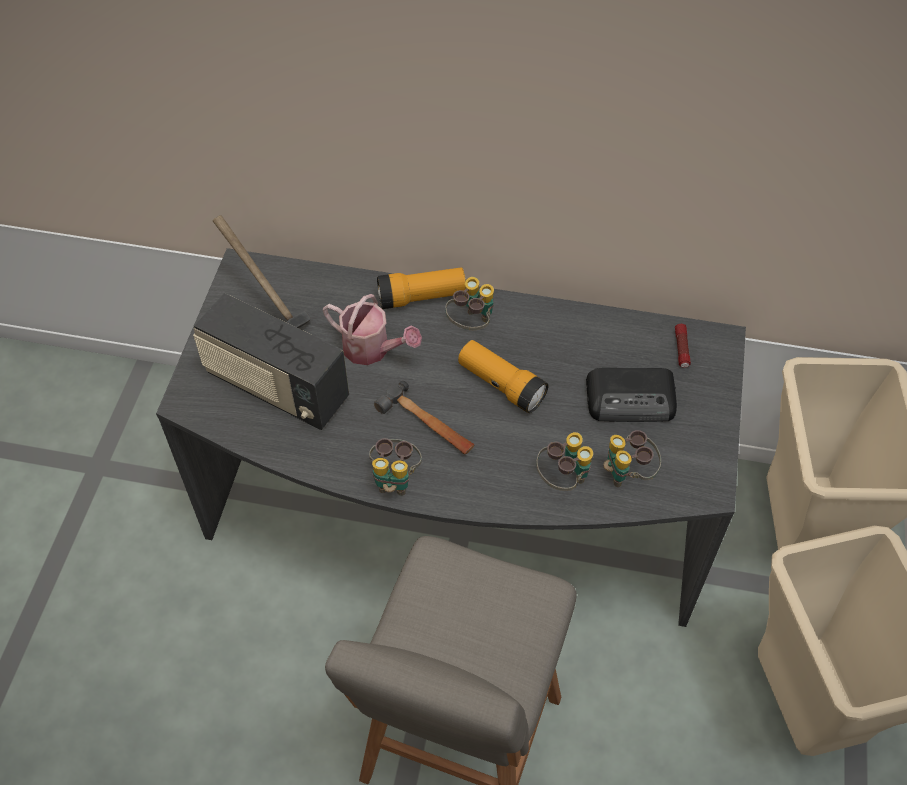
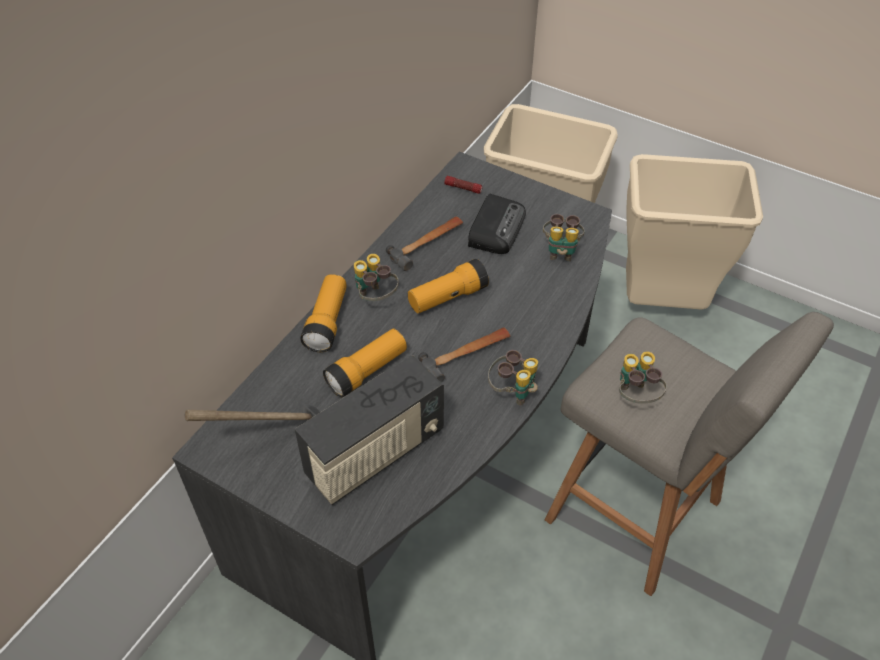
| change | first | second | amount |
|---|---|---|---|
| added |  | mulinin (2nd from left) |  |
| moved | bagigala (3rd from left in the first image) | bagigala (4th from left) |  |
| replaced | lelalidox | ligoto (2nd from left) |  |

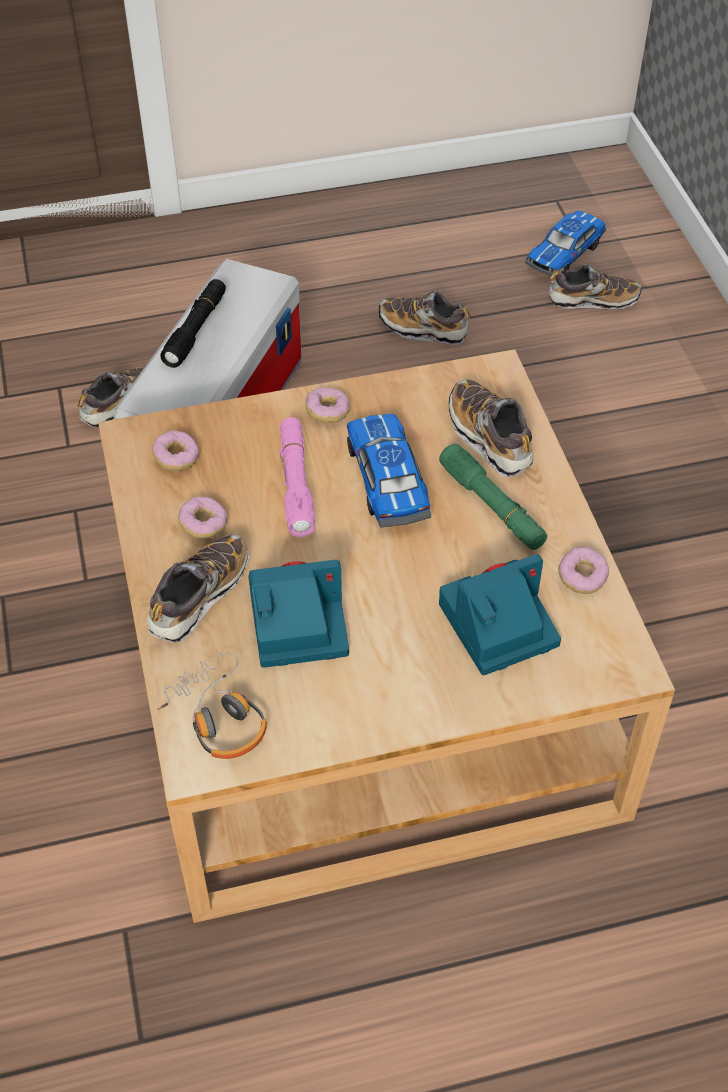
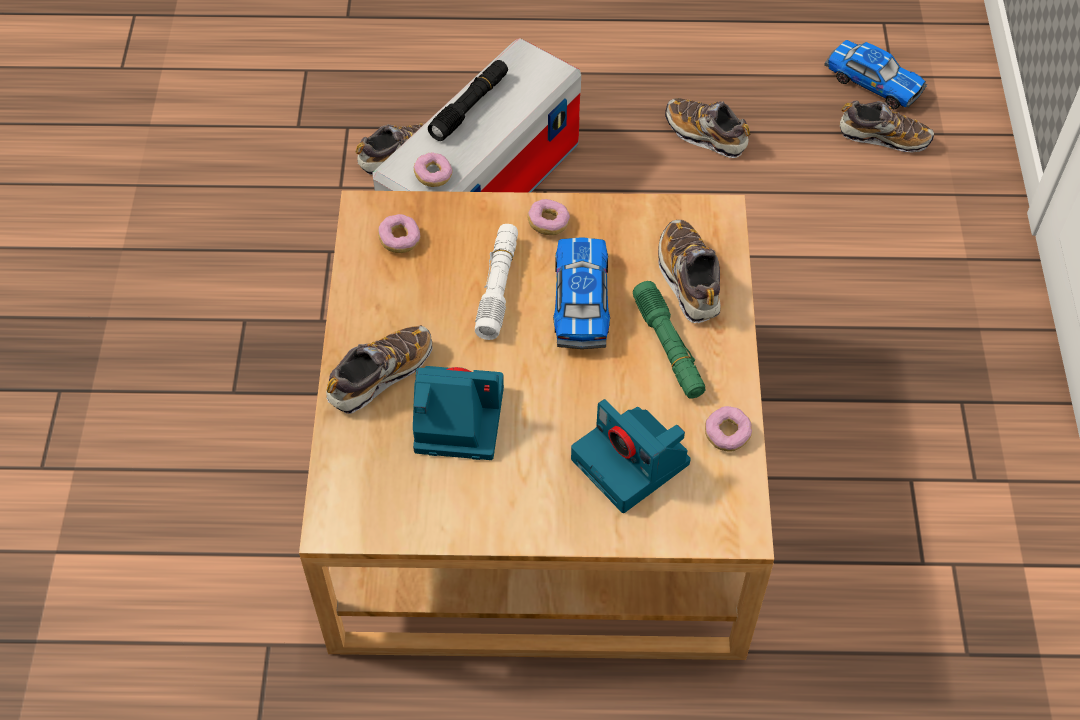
| change | first | second | amount |
|---|---|---|---|
| removed | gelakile |  |  |
| moved | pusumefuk (2nd from left) |  |  |
| recoloured | ligoto (pink) | ligoto (white) |  |
| turned | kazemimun (2nd from left) |  | 120 degrees counterclockwise |
| turned | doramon (2nd from left) |  | 105 degrees counterclockwise |

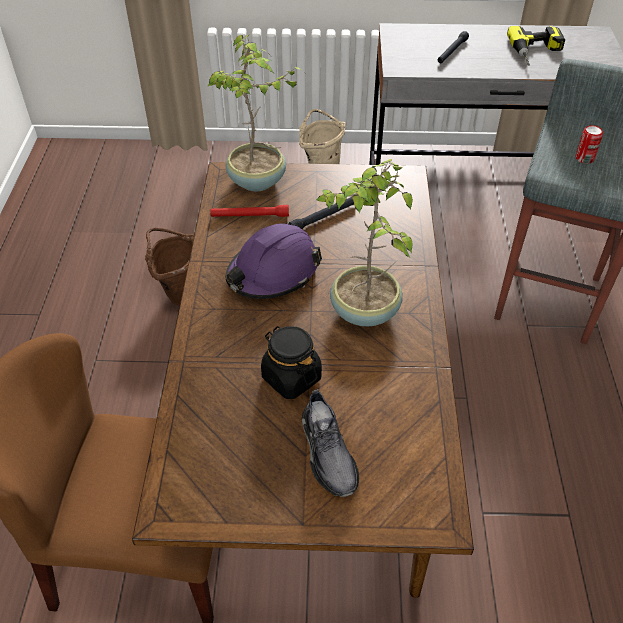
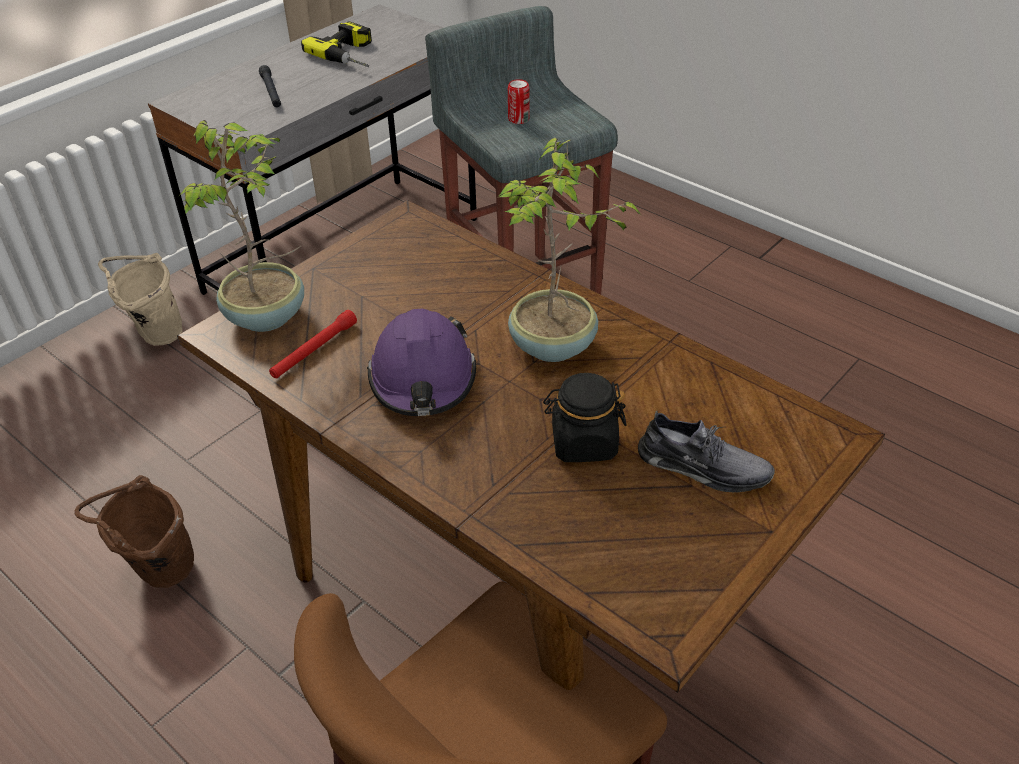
| change | first | second | amount |
|---|---|---|---|
| removed | ligoto (black) (1st from left) |  |  |

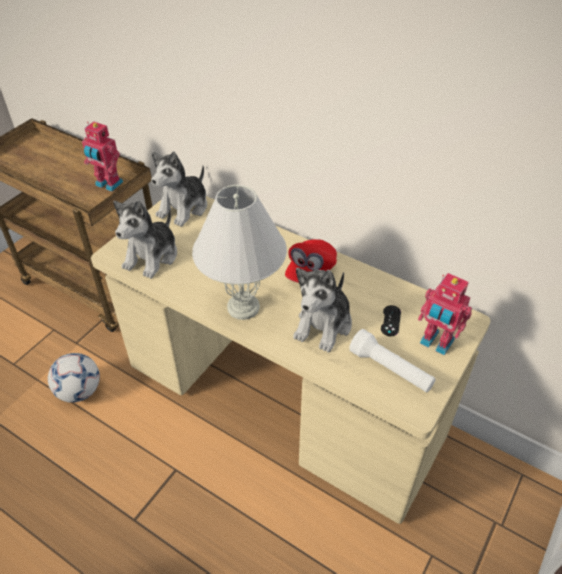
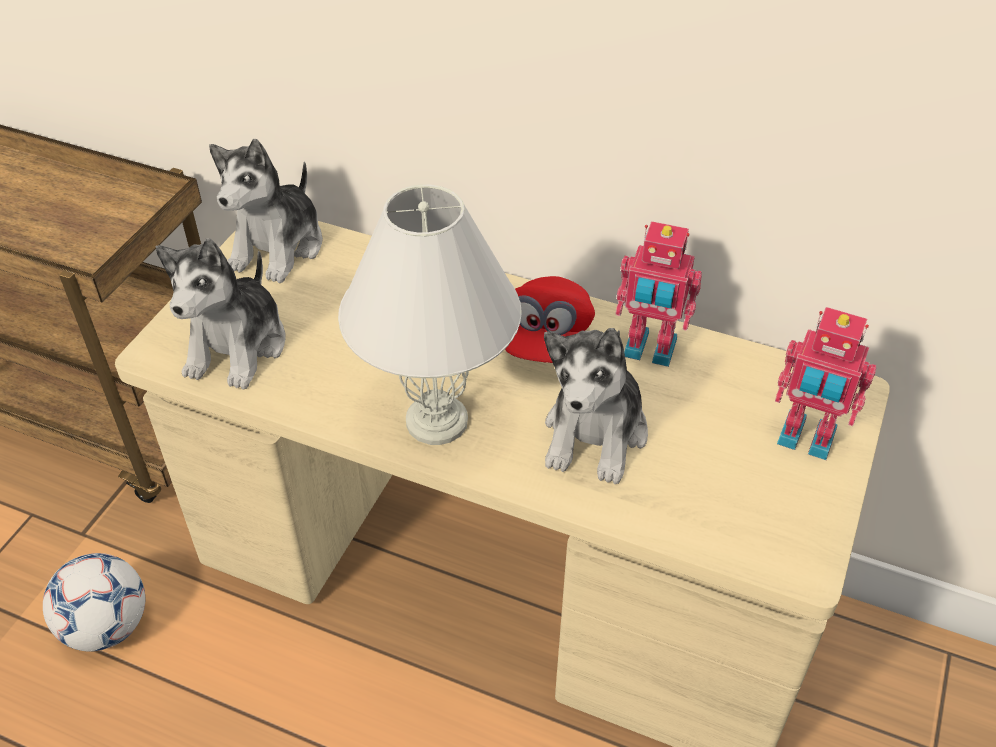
| change | first | second | amount |
|---|---|---|---|
| removed | ligoto (white) |  |  |
| removed | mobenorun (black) |  |  |
| moved | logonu (1st from left) |  |  |

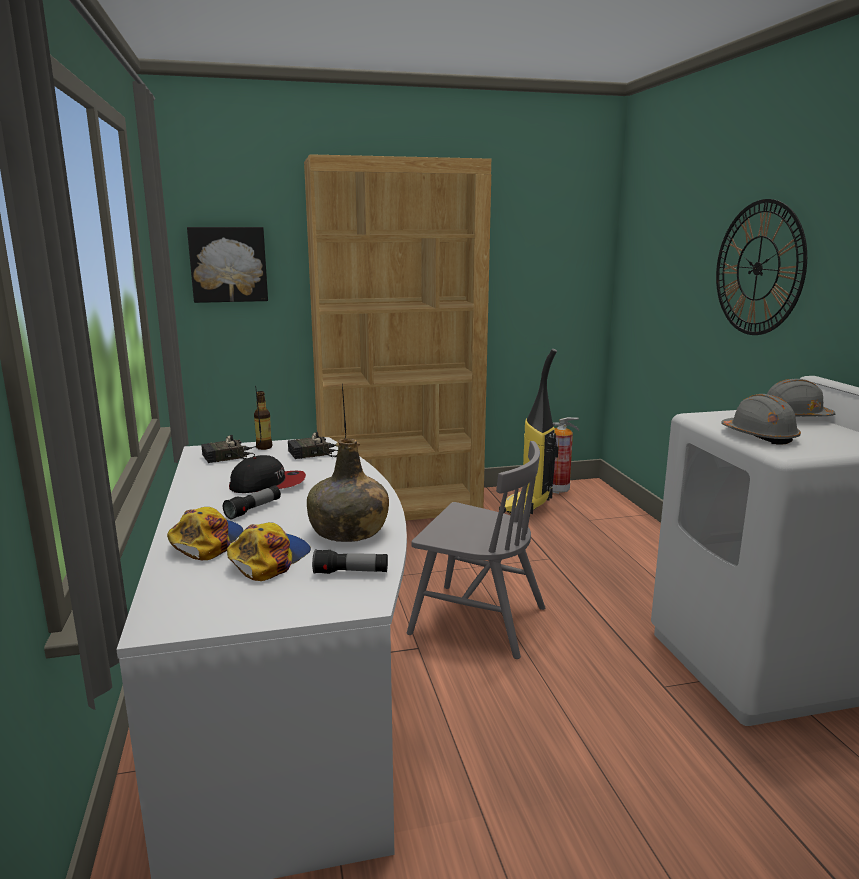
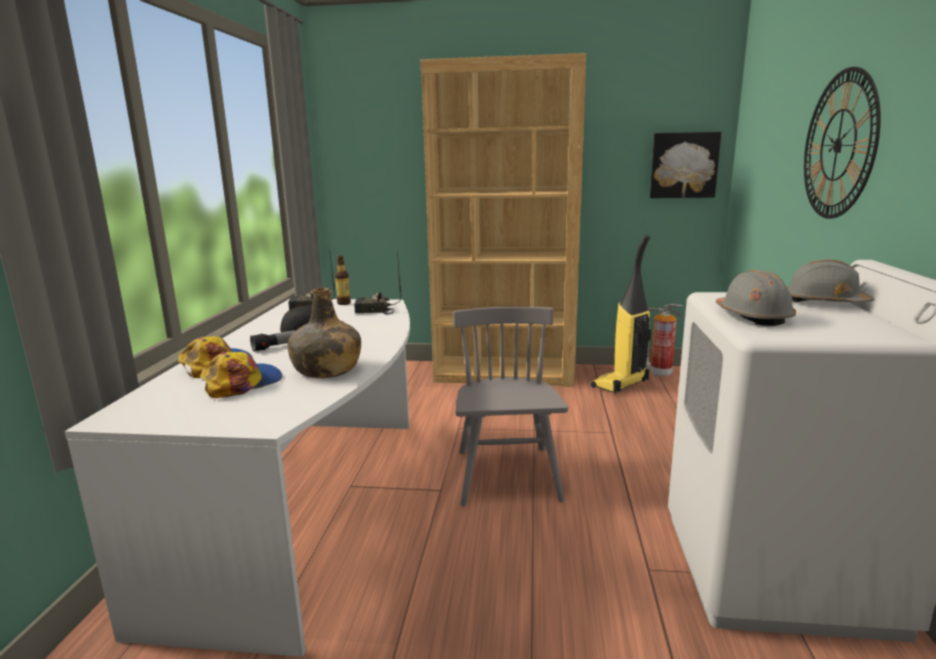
| change | first | second | amount |
|---|---|---|---|
| removed | ligoto (2nd from left) |  |  |
| moved | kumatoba |  |  |
| turned | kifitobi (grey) |  | 135 degrees counterclockwise |

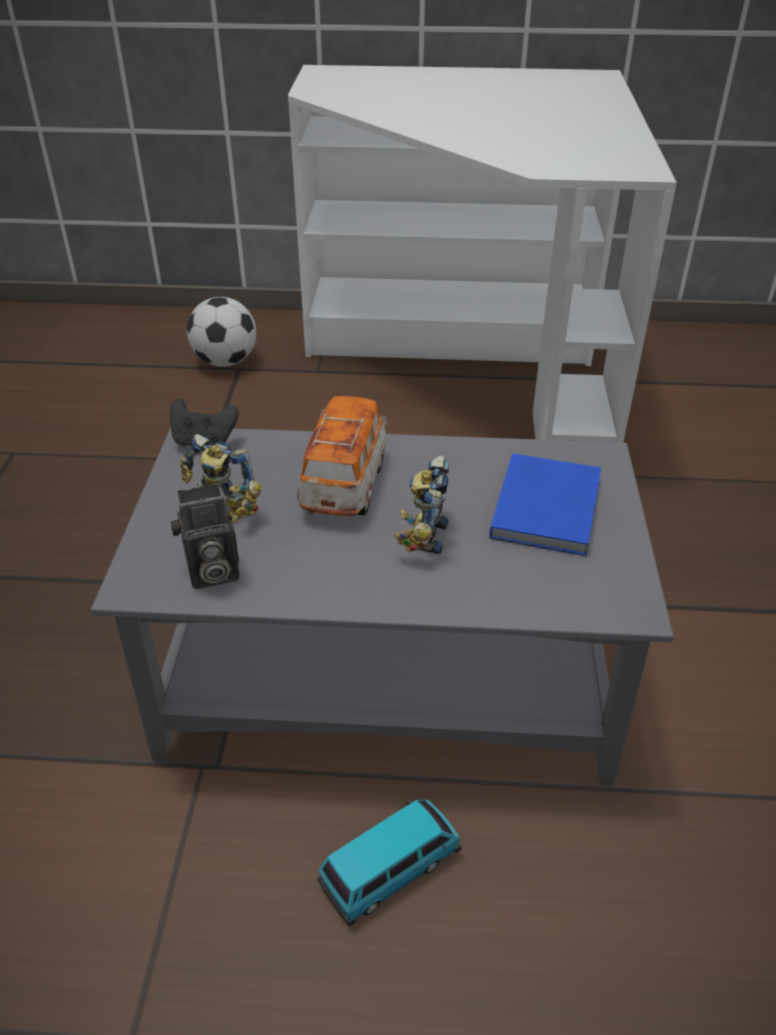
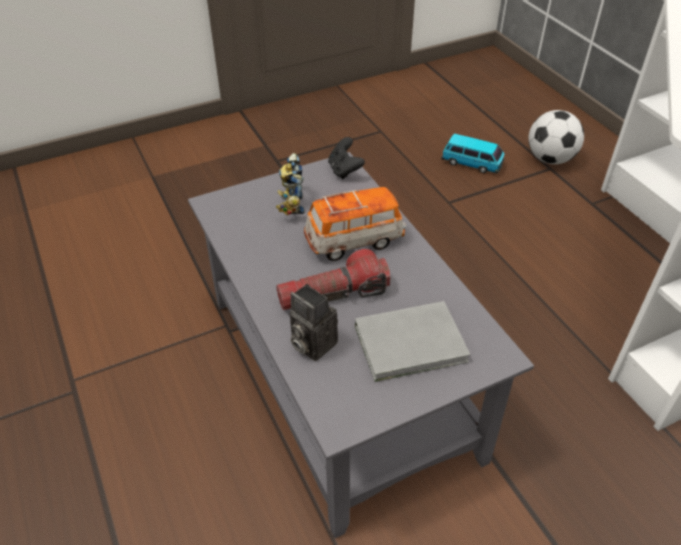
| change | first | second | amount |
|---|---|---|---|
| moved | kazemimun |  |  |
| moved | doramon (2nd from left) |  |  |
| replaced | logonu (2nd from left) | ligoto |  |
| recoloured | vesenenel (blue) | vesenenel (grey) |  |

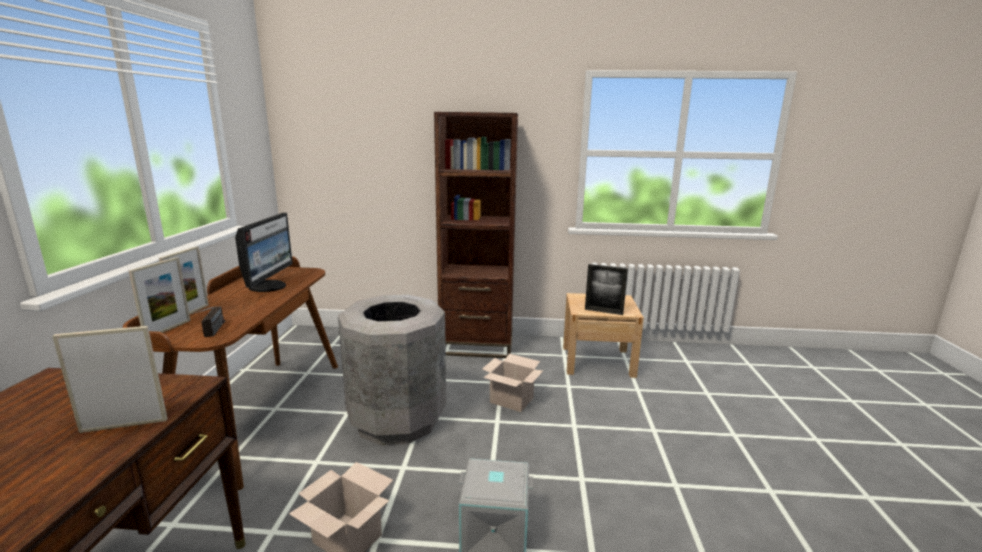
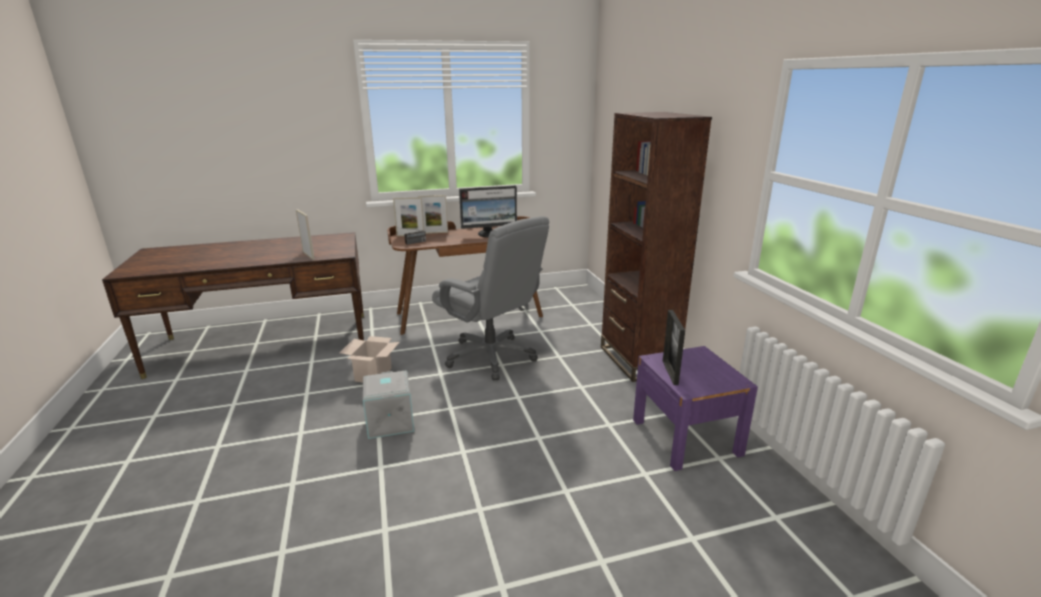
| change | first | second | amount |
|---|---|---|---|
| removed | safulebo (2nd from left) |  |  |
| replaced | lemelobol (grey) | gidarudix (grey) |  |
| recoloured | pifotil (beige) | pifotil (purple) |  |

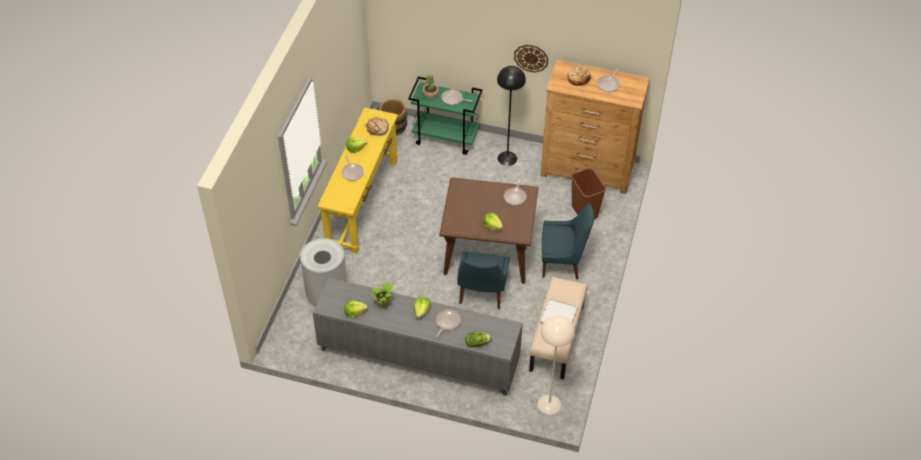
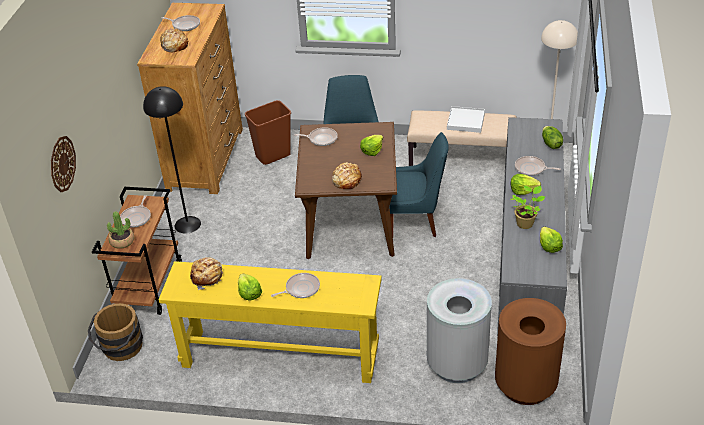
| change | first | second | amount |
|---|---|---|---|
| added |  | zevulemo (3rd from left) |  |
| added |  | lemelobol (brown) (2nd from left) |  |
| moved | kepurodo |  |  |
| recoloured | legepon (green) | legepon (brown) |  |

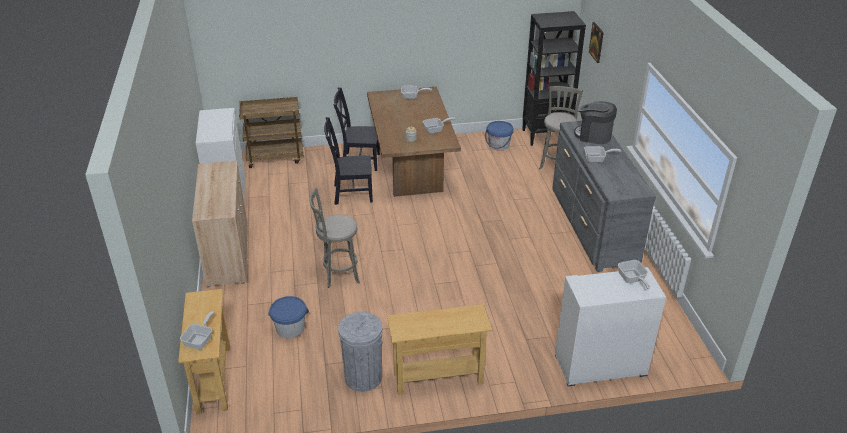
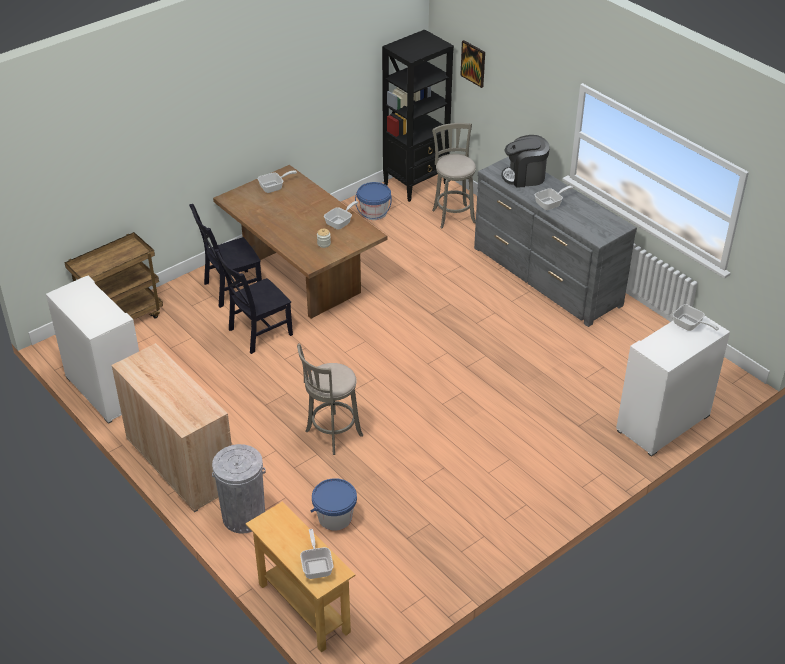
| change | first | second | amount |
|---|---|---|---|
| removed | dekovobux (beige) (2nd from left) |  |  |
| moved | lemelobol (grey) |  |  |

